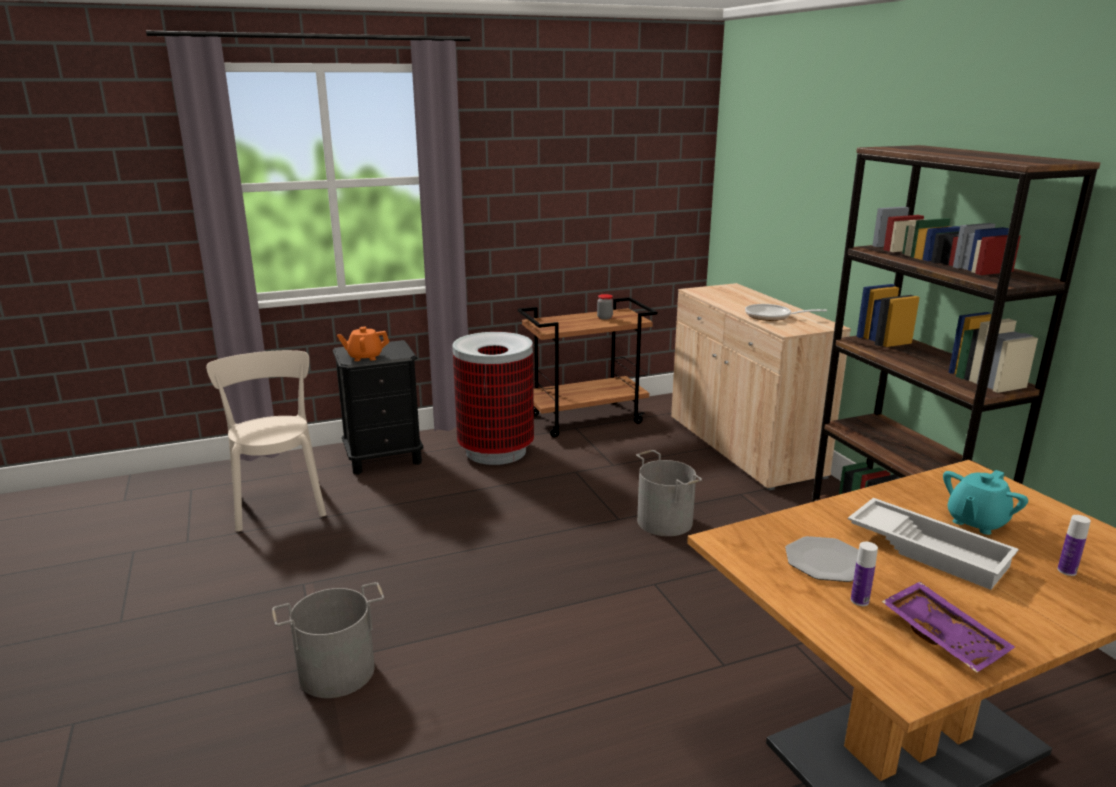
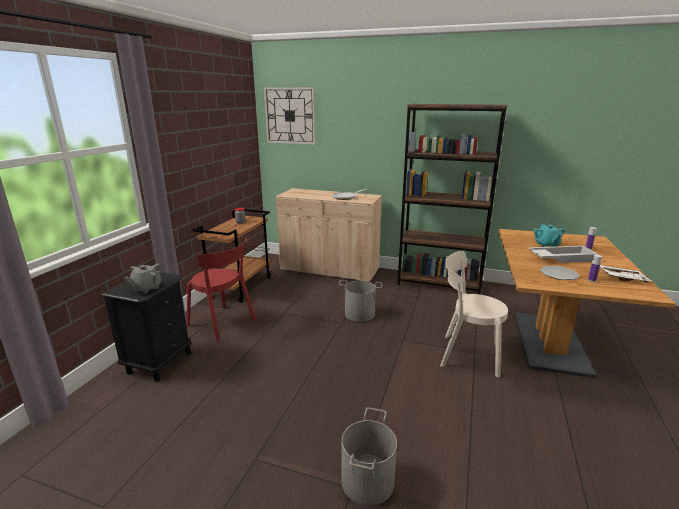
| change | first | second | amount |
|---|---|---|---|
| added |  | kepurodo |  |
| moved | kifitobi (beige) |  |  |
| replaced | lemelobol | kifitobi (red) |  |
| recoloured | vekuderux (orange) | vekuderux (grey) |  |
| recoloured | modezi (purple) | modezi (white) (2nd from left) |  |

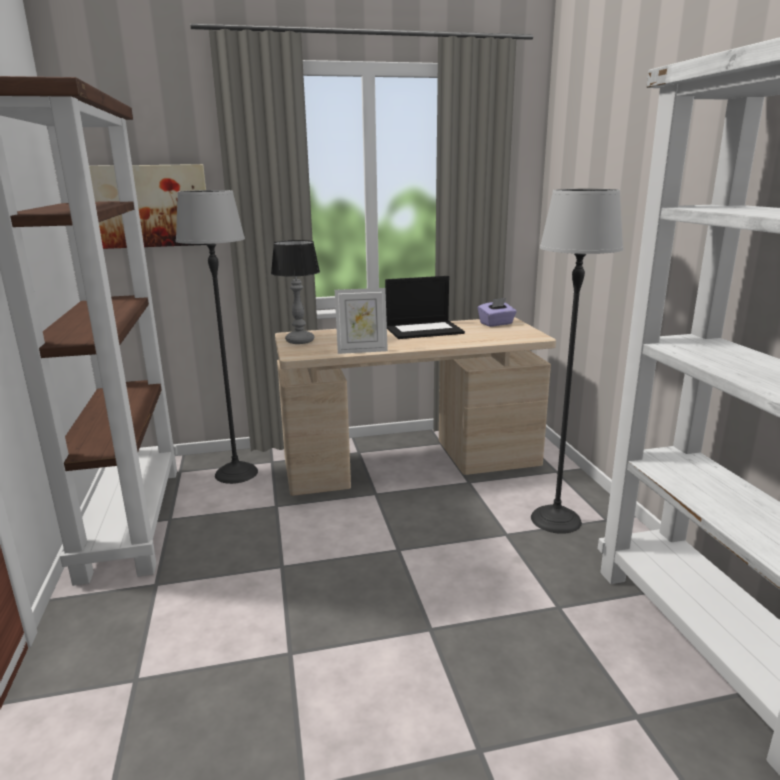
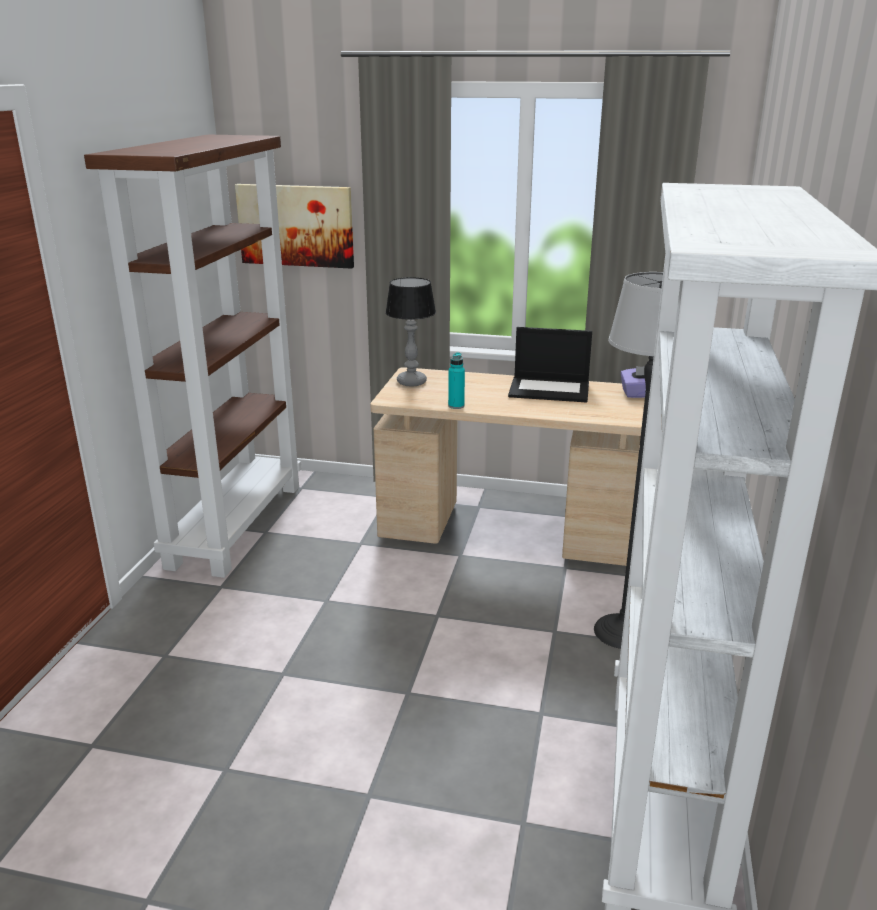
| change | first | second | amount |
|---|---|---|---|
| removed | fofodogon (1st from left) |  |  |
| replaced | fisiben | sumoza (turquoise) |  |

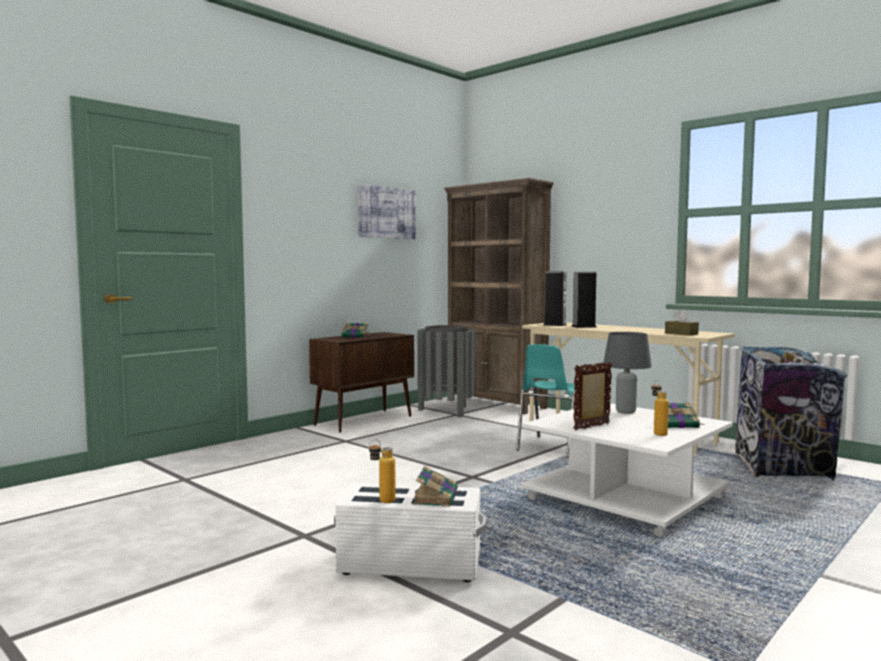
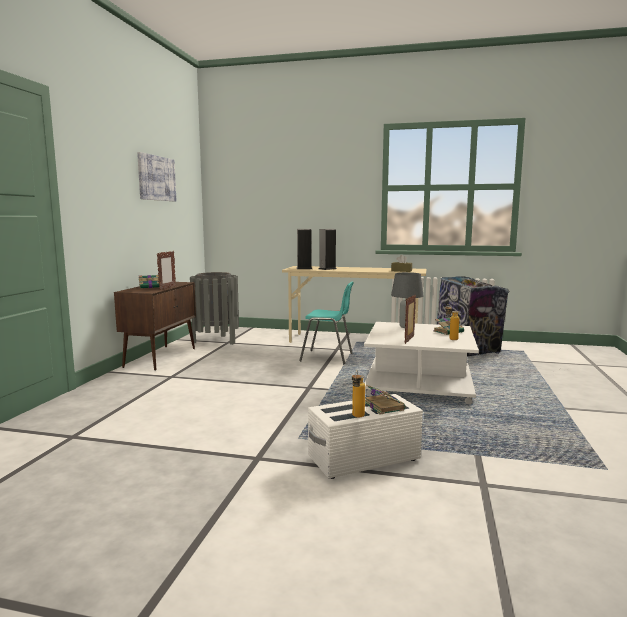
| change | first | second | amount |
|---|---|---|---|
| removed | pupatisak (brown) |  |  |
| added |  | fisiben (1st from left) |  |
| turned | kifitobi (turquoise) |  | 75 degrees counterclockwise |

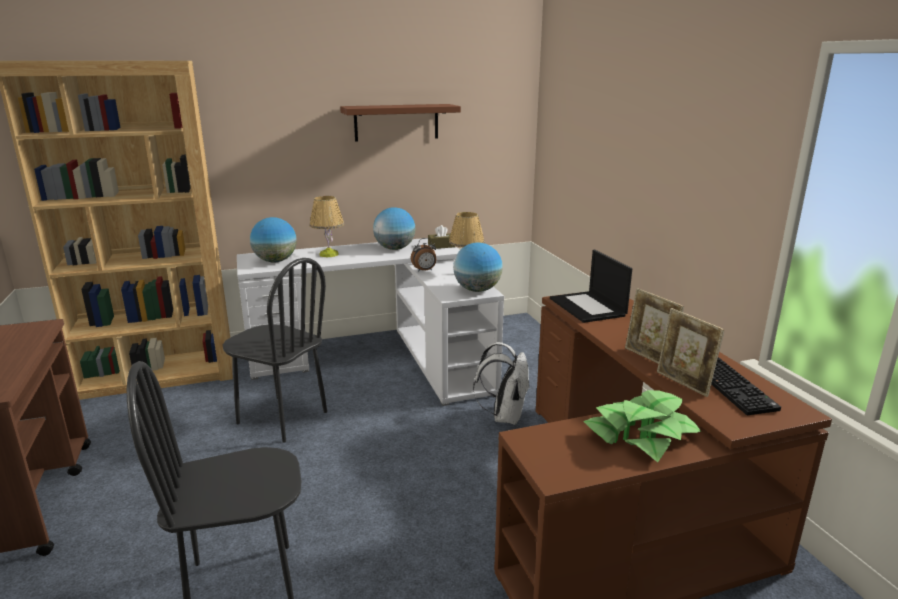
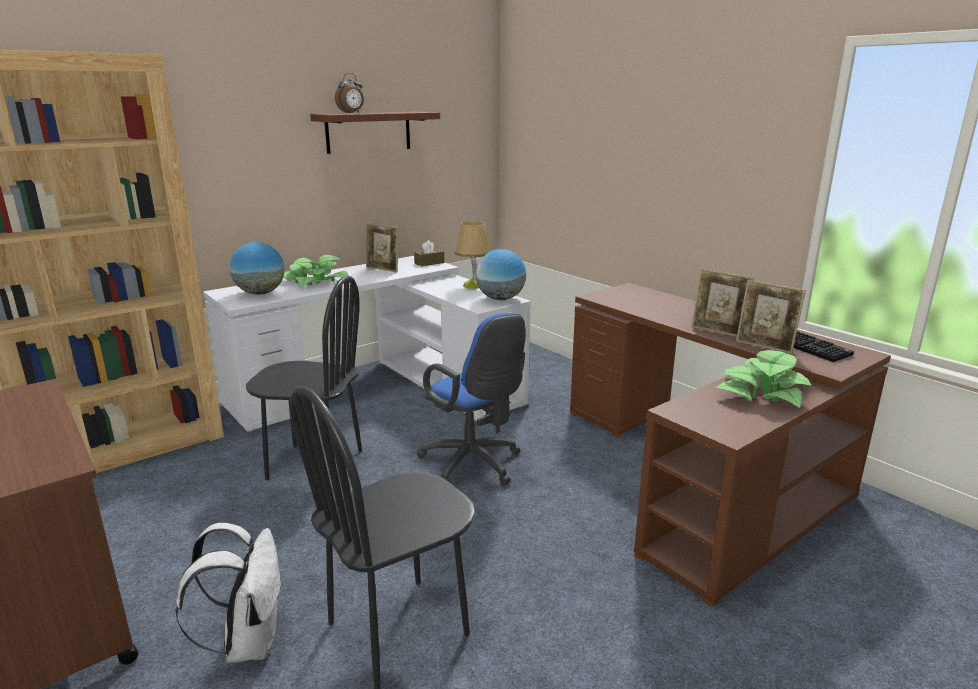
| change | first | second | amount |
|---|---|---|---|
| removed | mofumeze |  |  |
| added |  | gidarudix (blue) |  |
| moved | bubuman |  |  |
| moved | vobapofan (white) |  |  |
| replaced | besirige (1st from left) | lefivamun (1st from left) |  |
| replaced | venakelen (2nd from left) | fisiben (1st from left) |  |

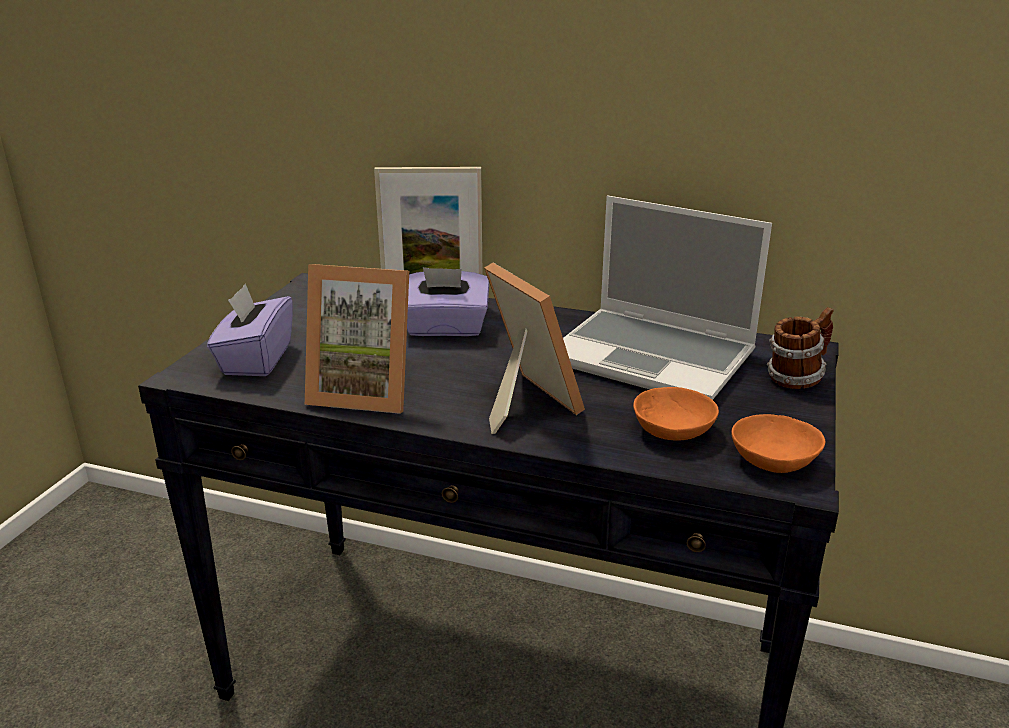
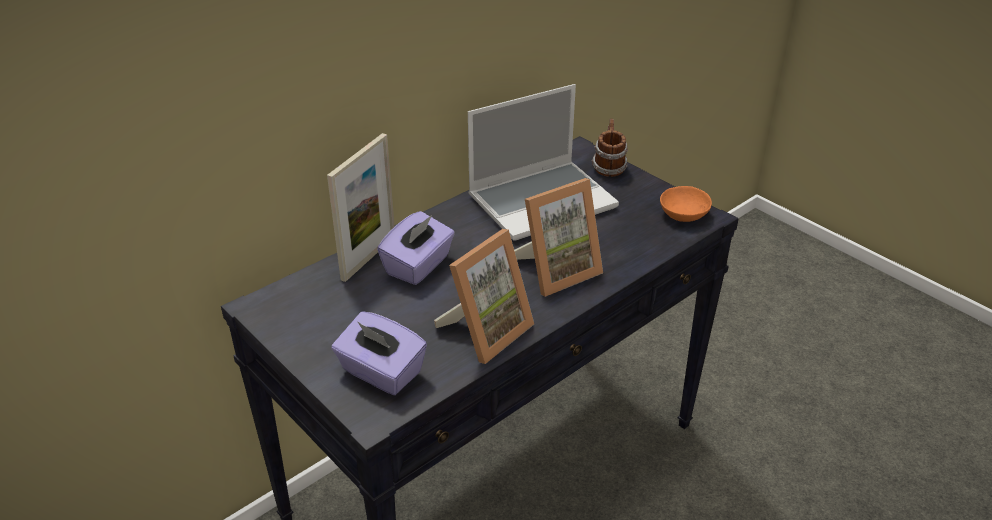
| change | first | second | amount |
|---|---|---|---|
| removed | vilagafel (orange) (1st from left) |  |  |
| turned | fisiben (3rd from left) |  | 150 degrees clockwise |

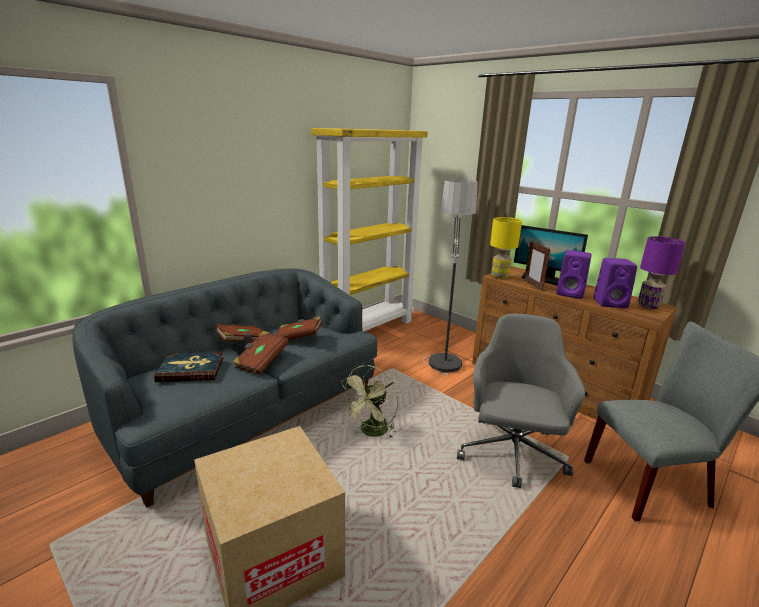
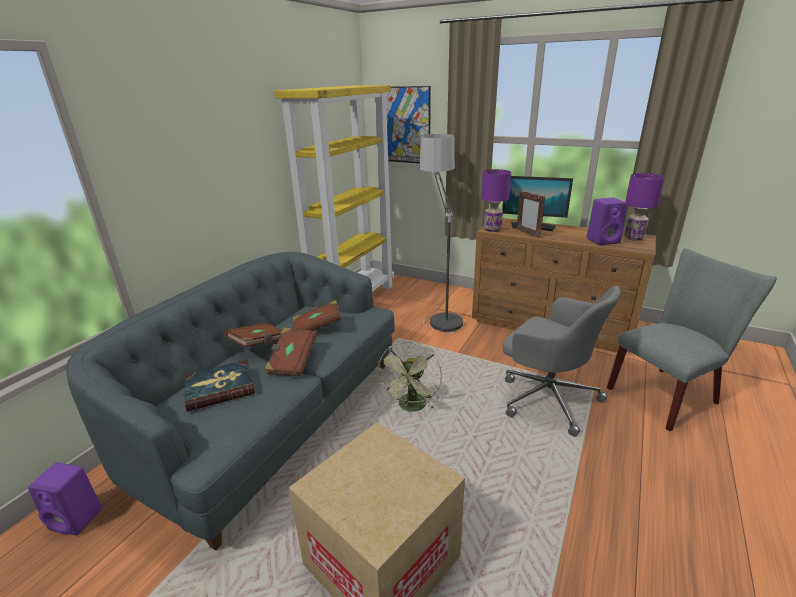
| change | first | second | amount |
|---|---|---|---|
| added |  | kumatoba |  |
| moved | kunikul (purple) (1st from left) |  |  |
| recoloured | besirige (yellow) | besirige (purple) (1st from left) |  |
| turned | gidarudix (grey) |  | 135 degrees clockwise |

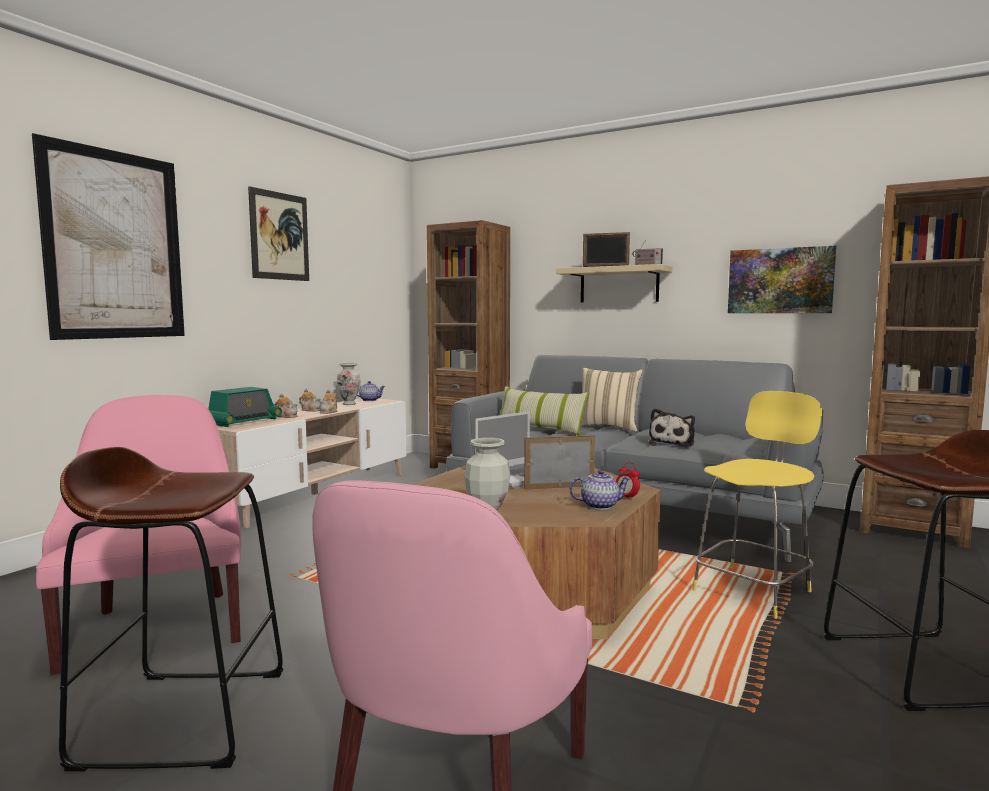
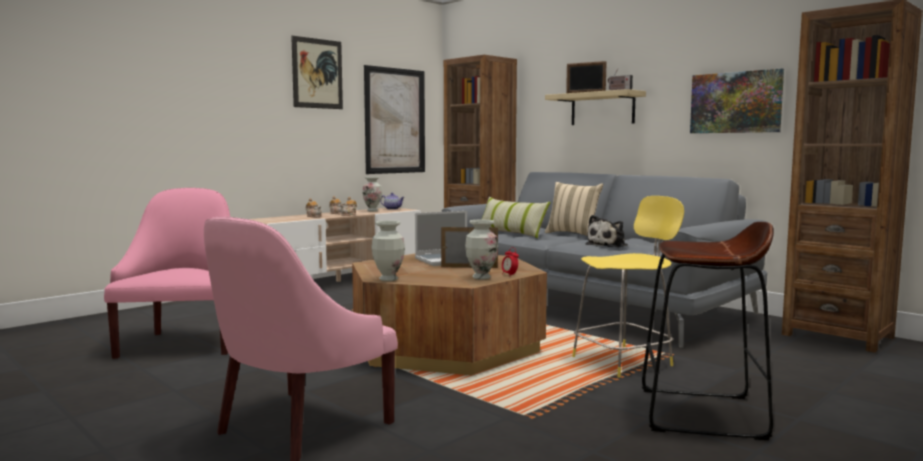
| change | first | second | amount |
|---|---|---|---|
| removed | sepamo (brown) (1st from left) |  |  |
| removed | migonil (1st from left) |  |  |
| moved | kumatoba (1st from left in the first image) | kumatoba (2nd from left) |  |
| replaced | vekuderux (5th from left) | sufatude (3rd from left) |  |

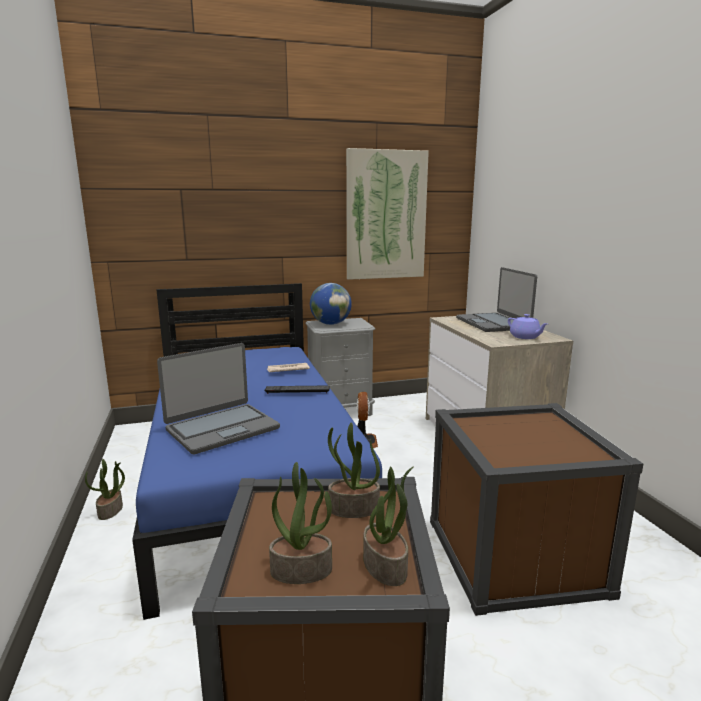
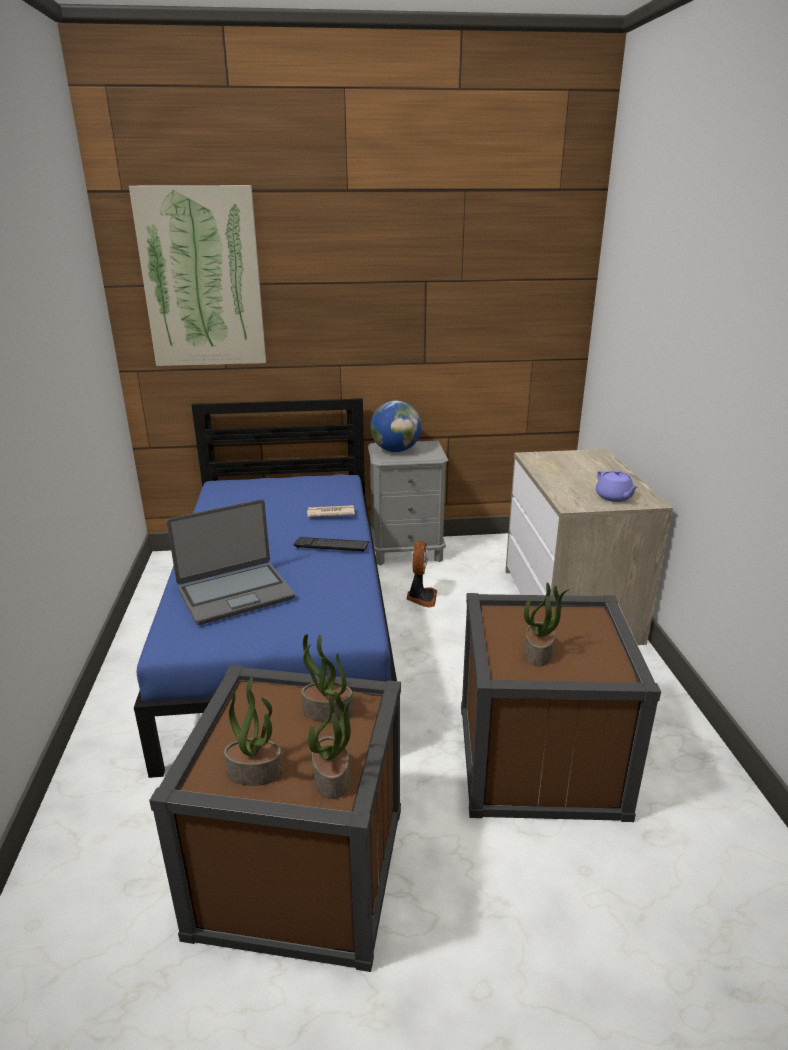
| change | first | second | amount |
|---|---|---|---|
| removed | mofumeze (2nd from left) |  |  |
| moved | lefivamun (1st from left in the first image) | lefivamun (4th from left) |  |
| moved | kumatoba |  |  |

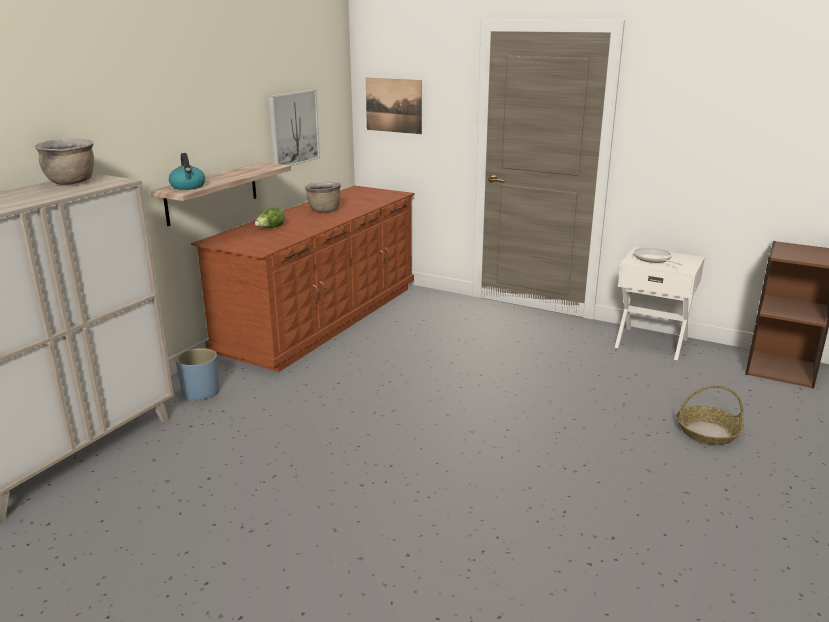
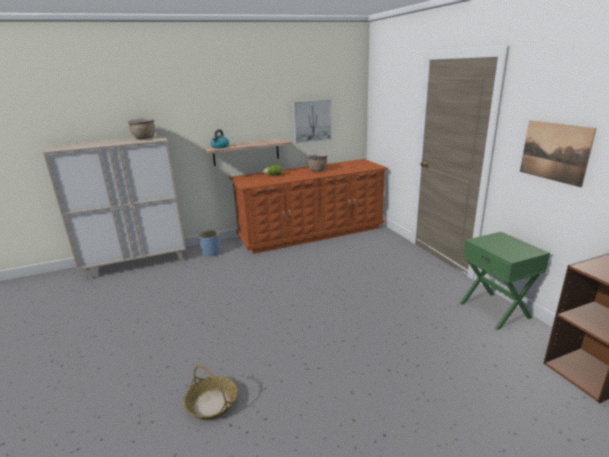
| change | first | second | amount |
|---|---|---|---|
| removed | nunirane |  |  |
| moved | kumatoba (2nd from left) |  |  |
| moved | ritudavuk |  |  |
| recoloured | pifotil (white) | pifotil (green) |  |

